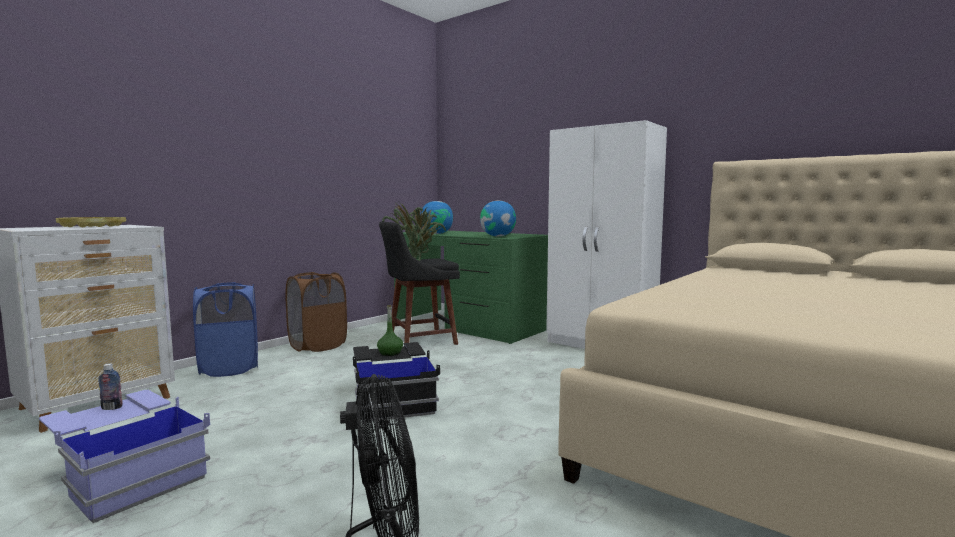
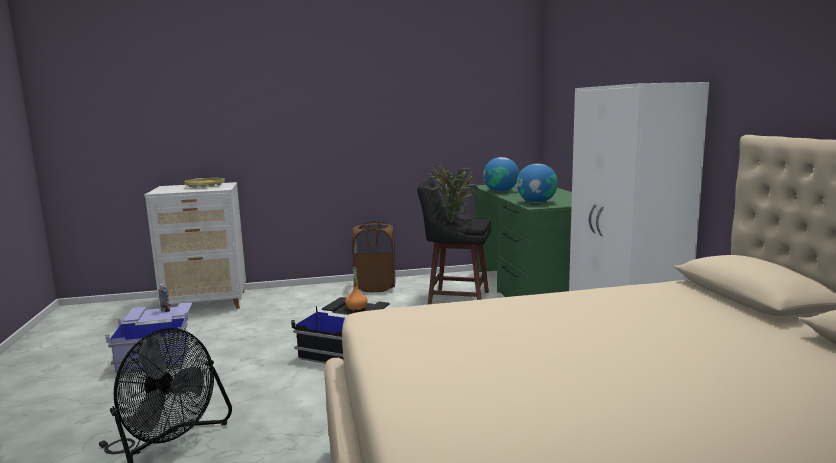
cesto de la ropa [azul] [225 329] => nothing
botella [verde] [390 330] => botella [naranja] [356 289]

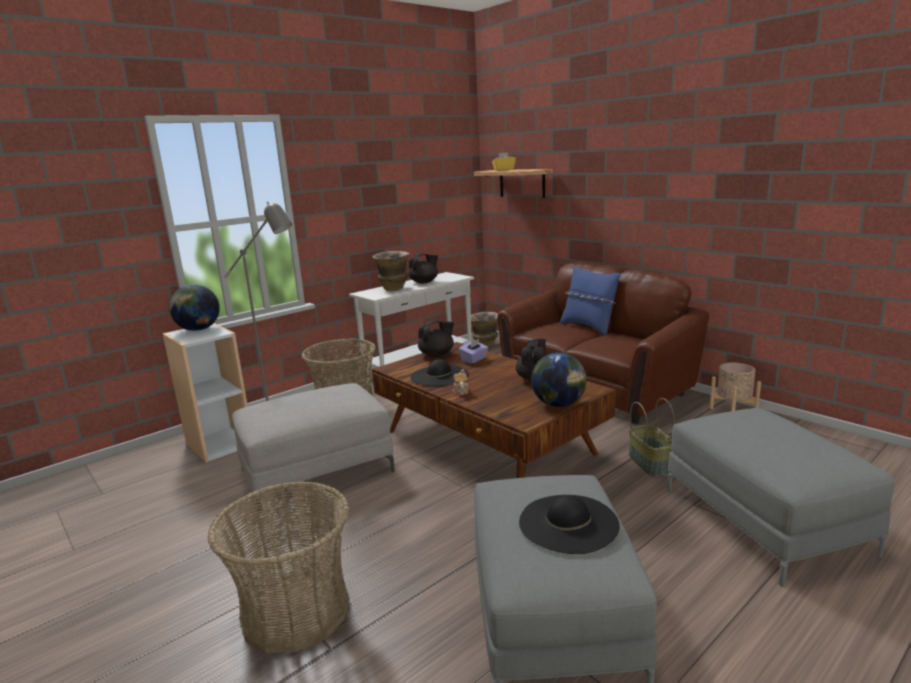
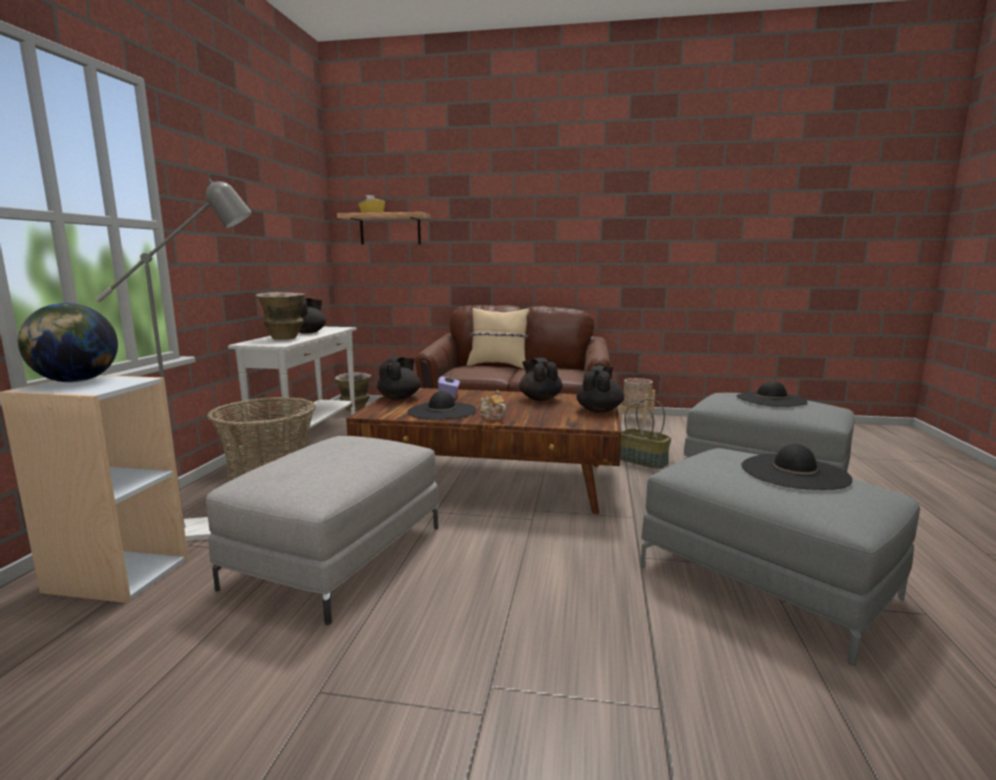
cesta [278 567] => nothing
nothing => sombrero [negro] [772 394]
globo terráqueo [559 379] => tetera [negro] [600 389]
cojín [azul] [590 301] => cojín [beis] [498 338]

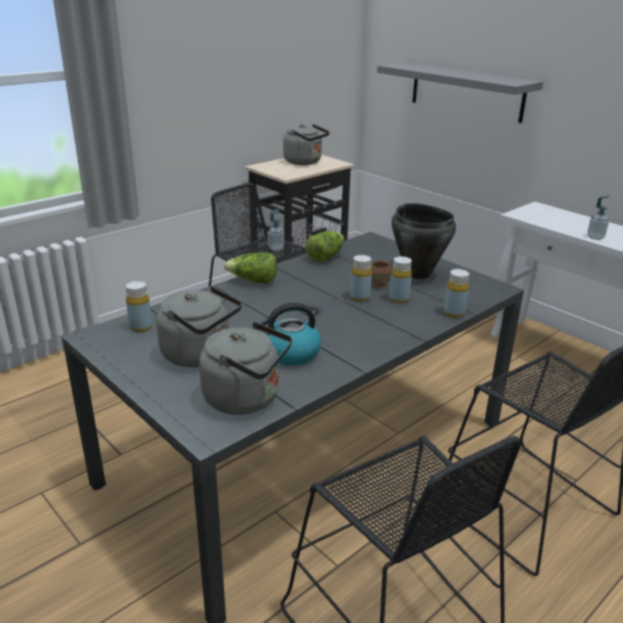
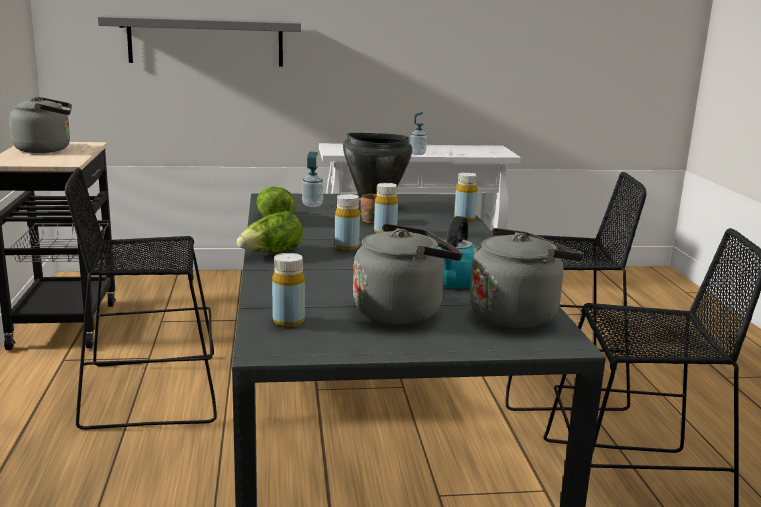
dispensador de jabón [276 230] => dispensador de jabón [312 179], moved
botella [amarillo] [400 279] => botella [amarillo] [347 222], moved

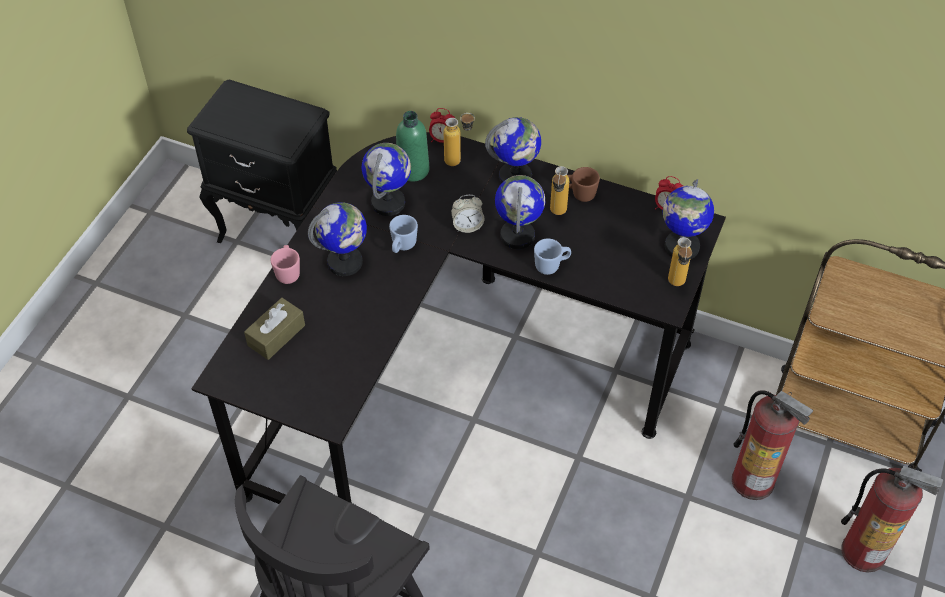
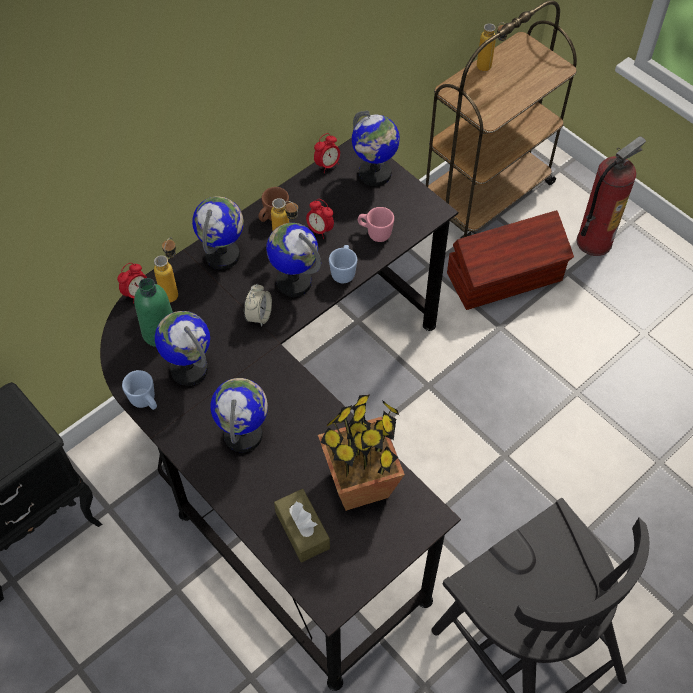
nothing => despertador [320 219]
nothing => planta en maceta [361 452]
taza grande [rosa] [285 264] => taza grande [rosa] [376 224], moved
taza grande [azul] [403 234] => taza grande [azul] [139 390], moved
botella [680 261] => botella [492 46], moved
extintor [772 445] => caja de almacenaje [marrón] [510 260]

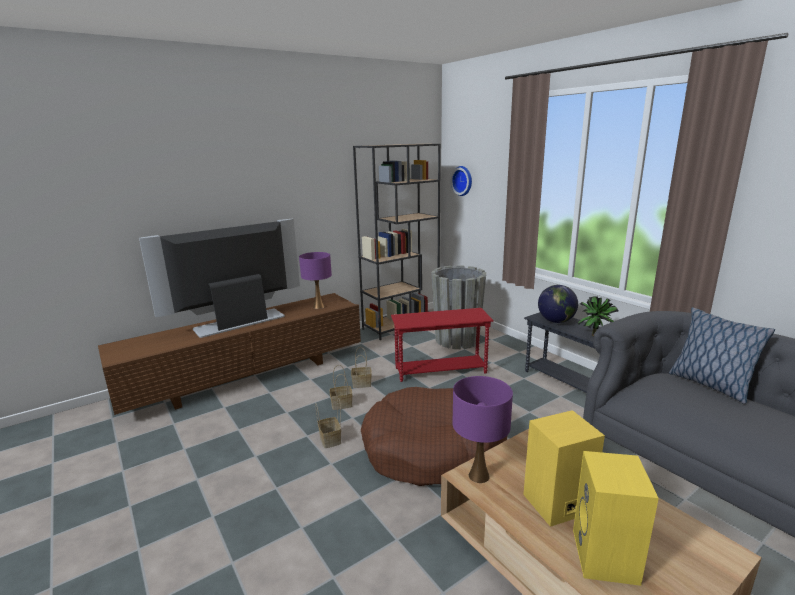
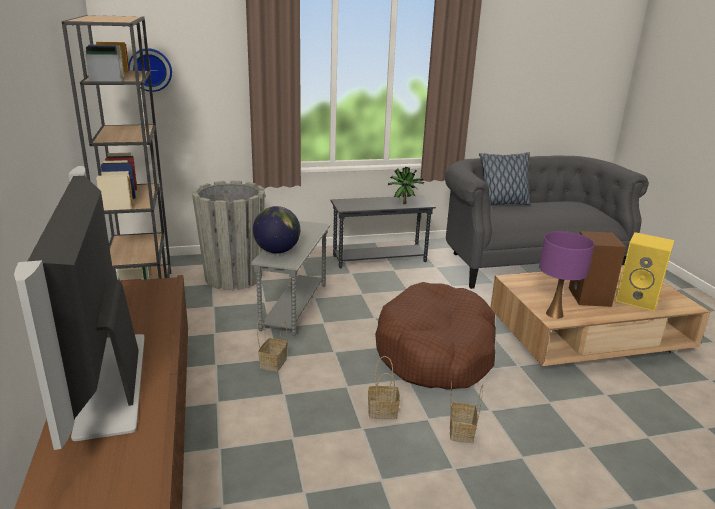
lámpara de mesa [morado] [315 280] => nothing
cesta [341 387] => cesta [466 412], moved
globo terráqueo [558 304] => globo terráqueo [276 230], moved
mesa auxiliar [rojo] [442 345] => mesa auxiliar [gris] [290 278]
altavoz [amarillo] [564 468] => altavoz [marrón] [597 269]

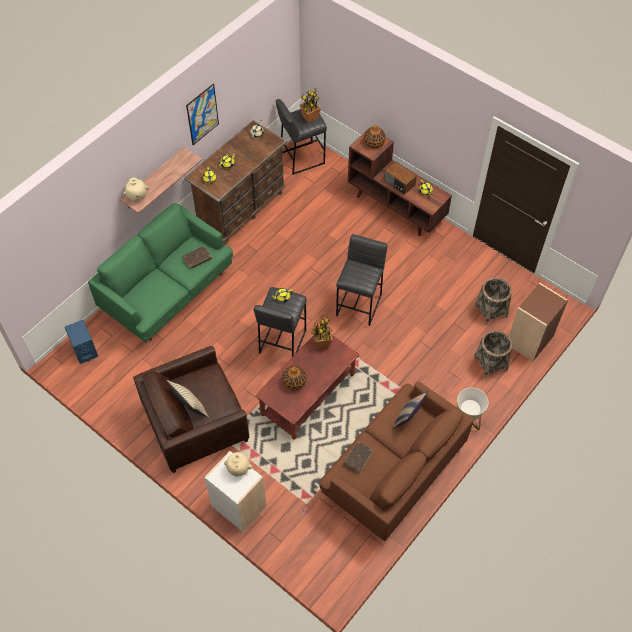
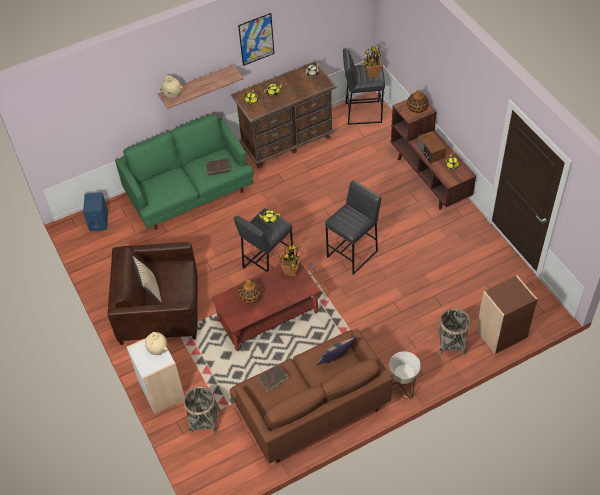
cesta [493 301] => cesta [201 410], moved

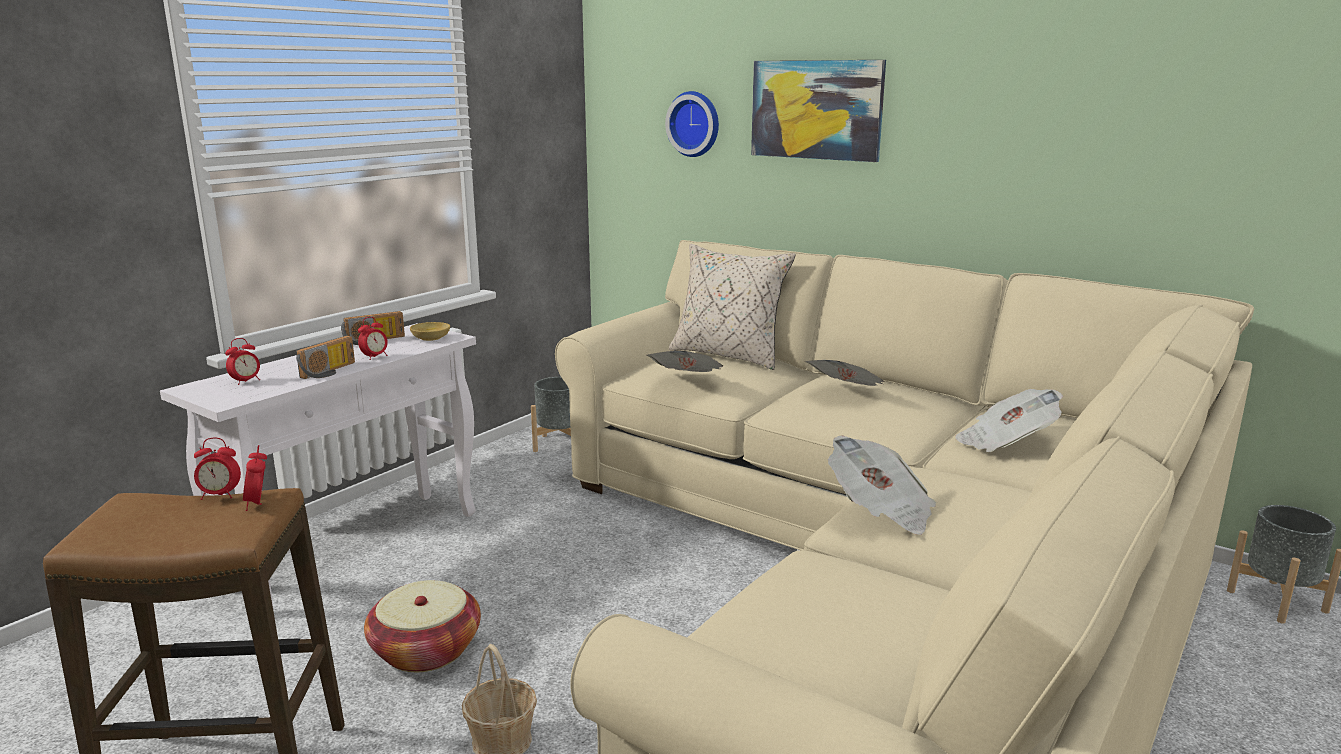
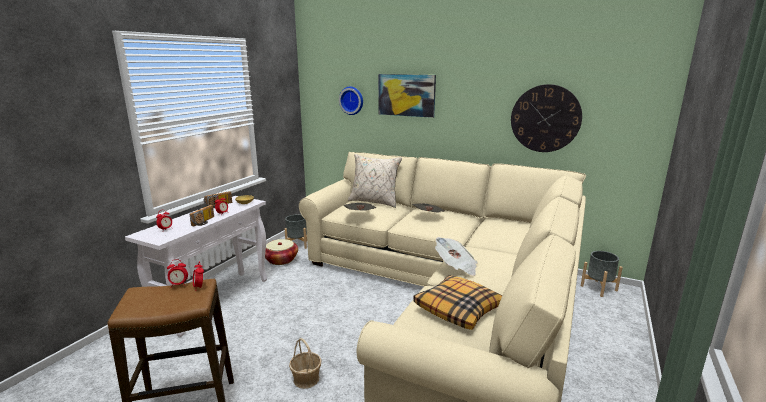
periódico [1009 420] => nothing
nothing => cojín [457 302]
nothing => reloj de pared [546 118]
cesta [422 626] => cesta [281 252], moved

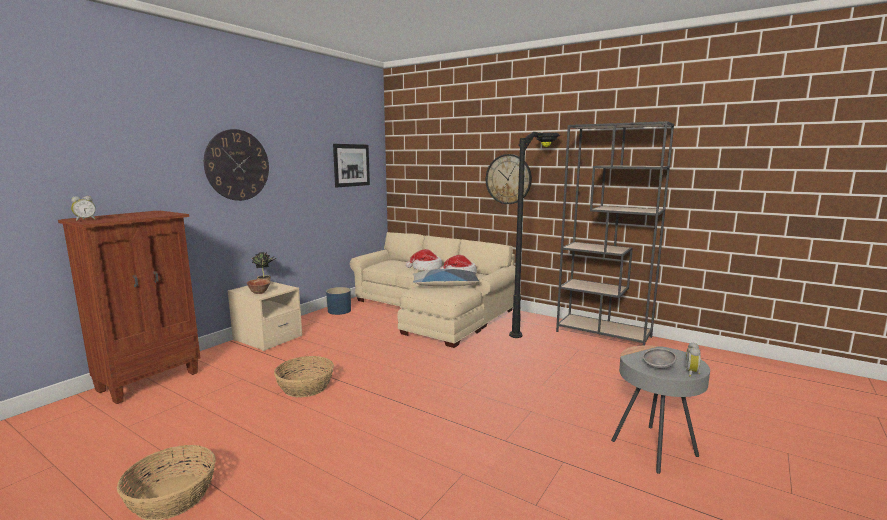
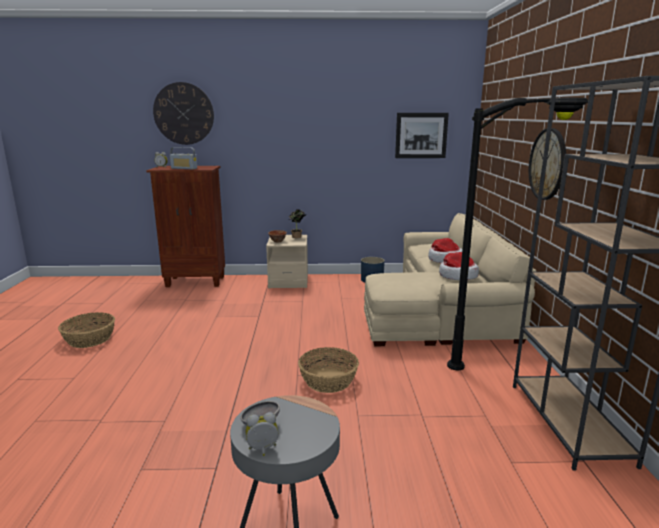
cojín [446 277] => nothing
nothing => radio [183 158]
reloj de pared [236 165] => reloj de pared [183 113], moved
cesta [304 377] => cesta [328 370], moved

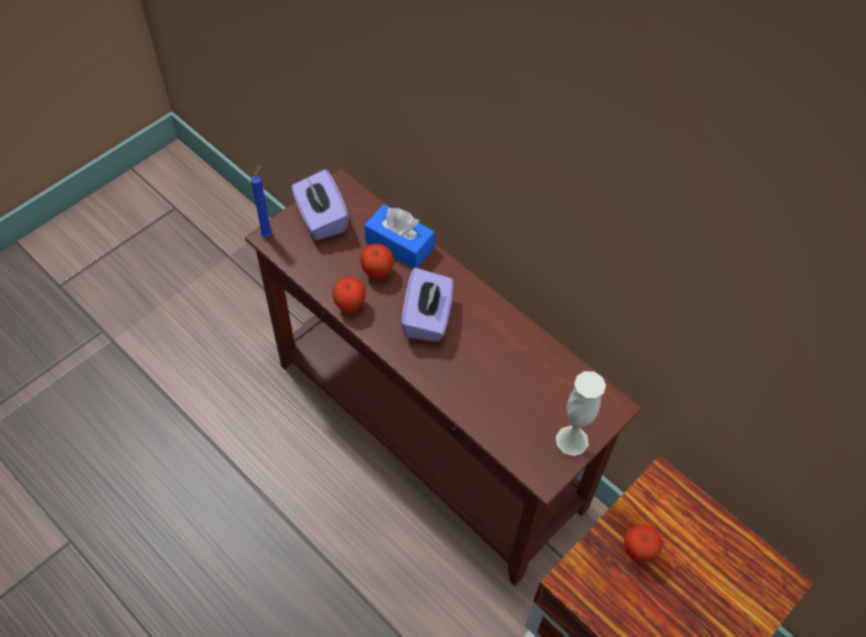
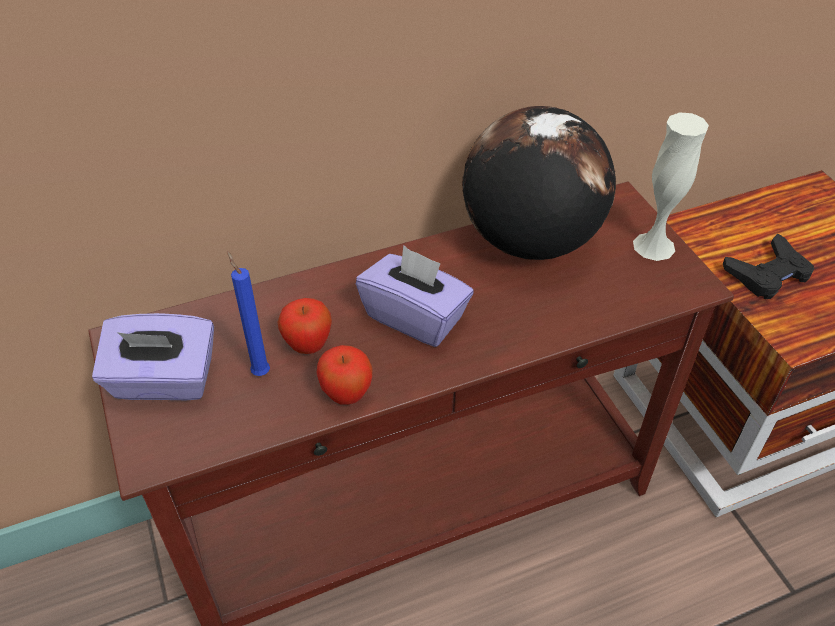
caja de pañuelos [azul] [399 236] => nothing
nothing => globo terráqueo [539 183]
vela [azul] [261 201] => vela [azul] [248 313], moved
manzana [643 543] => mando de consola [negro] [768 266]

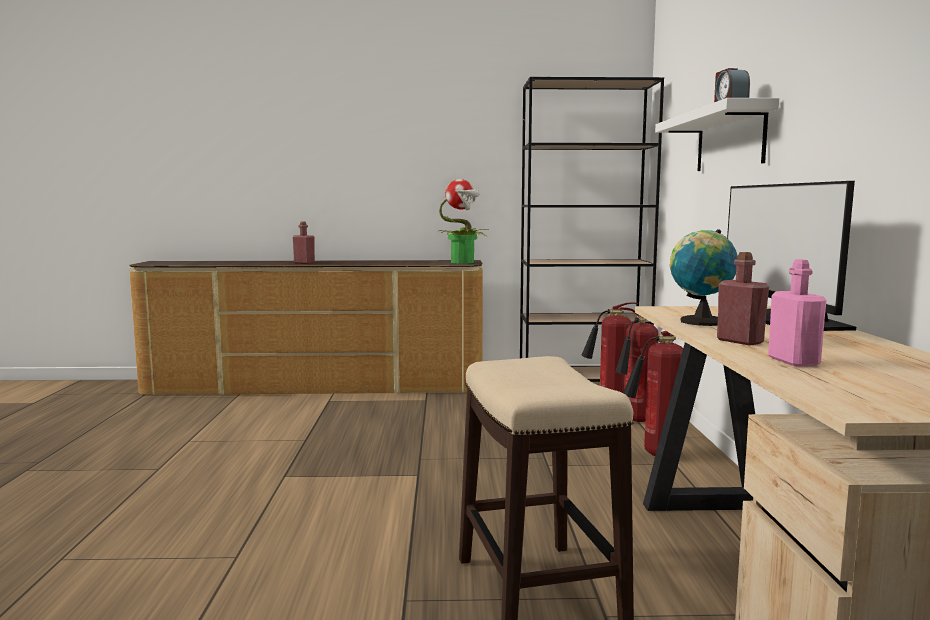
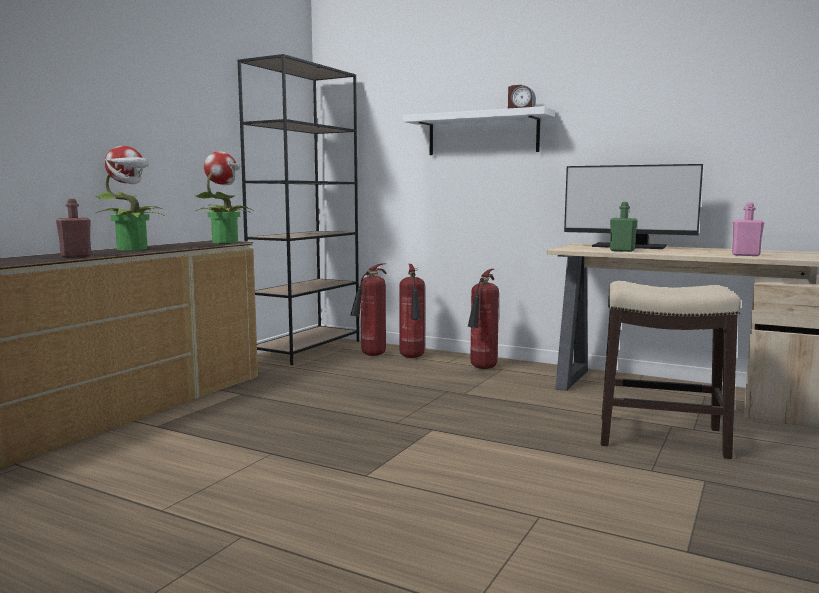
botella [rojo] [743 298] => nothing
nothing => planta en maceta [130 198]
globo terráqueo [704 277] => botella [verde] [624 227]

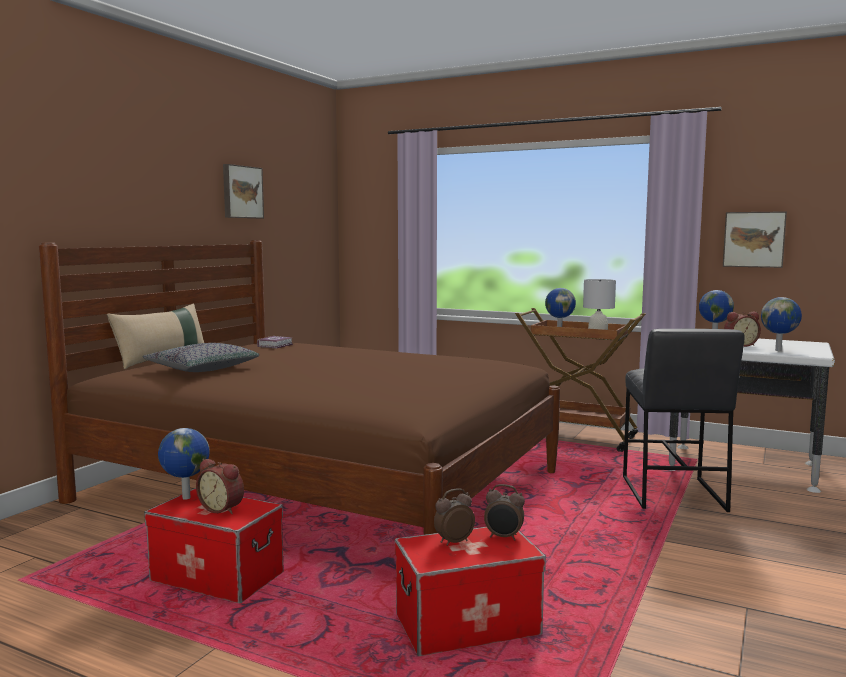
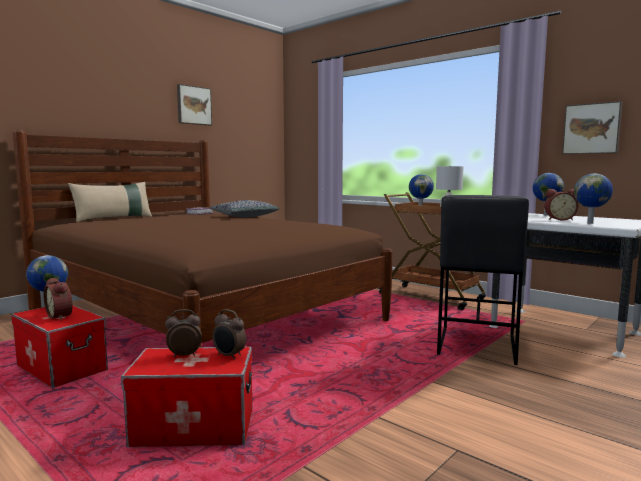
cojín [gris] [201 357] => cojín [gris] [244 208], moved

